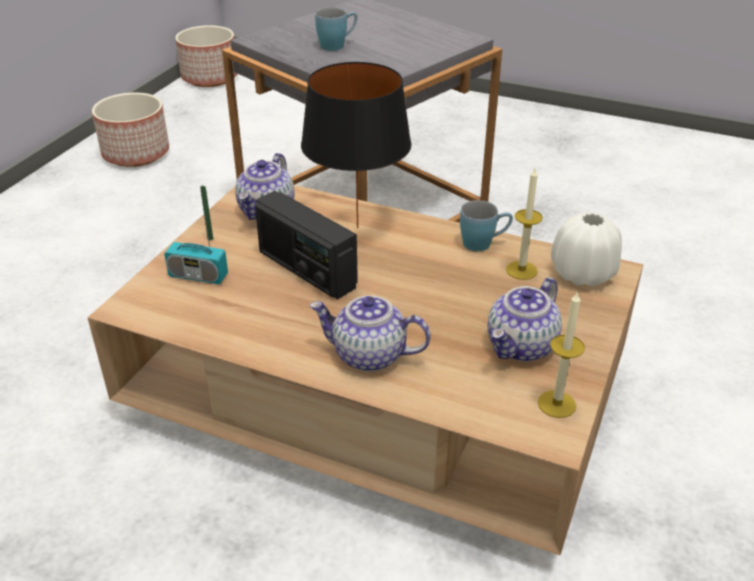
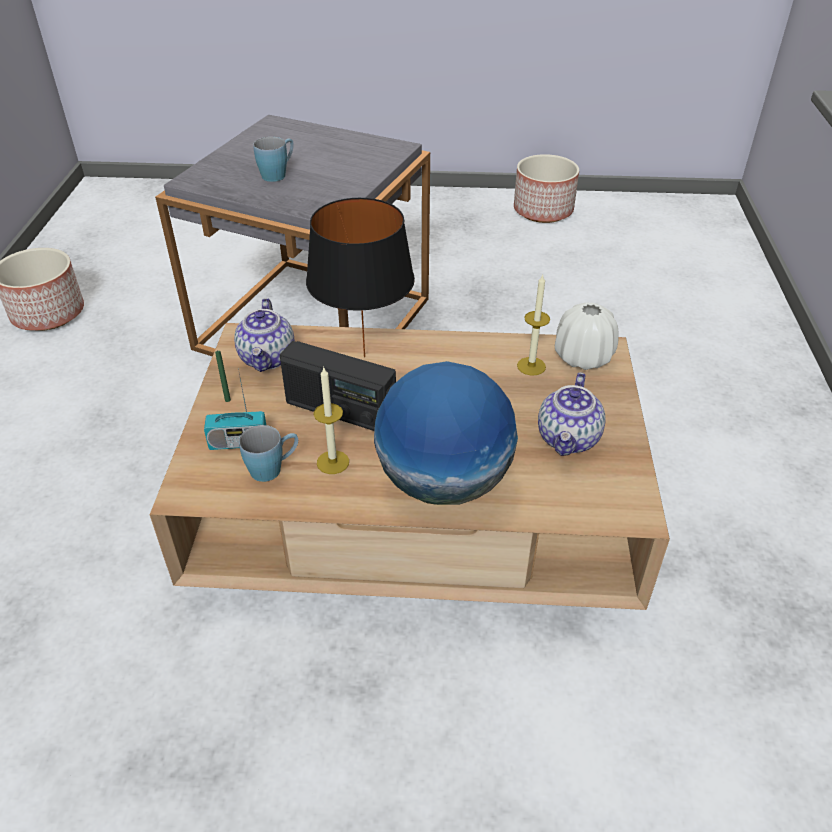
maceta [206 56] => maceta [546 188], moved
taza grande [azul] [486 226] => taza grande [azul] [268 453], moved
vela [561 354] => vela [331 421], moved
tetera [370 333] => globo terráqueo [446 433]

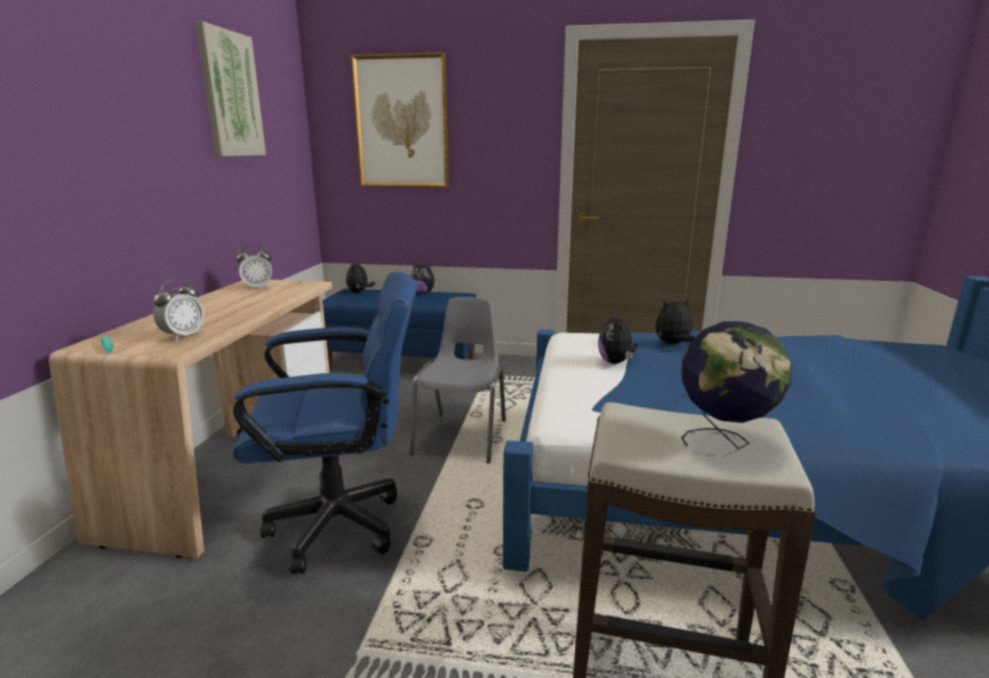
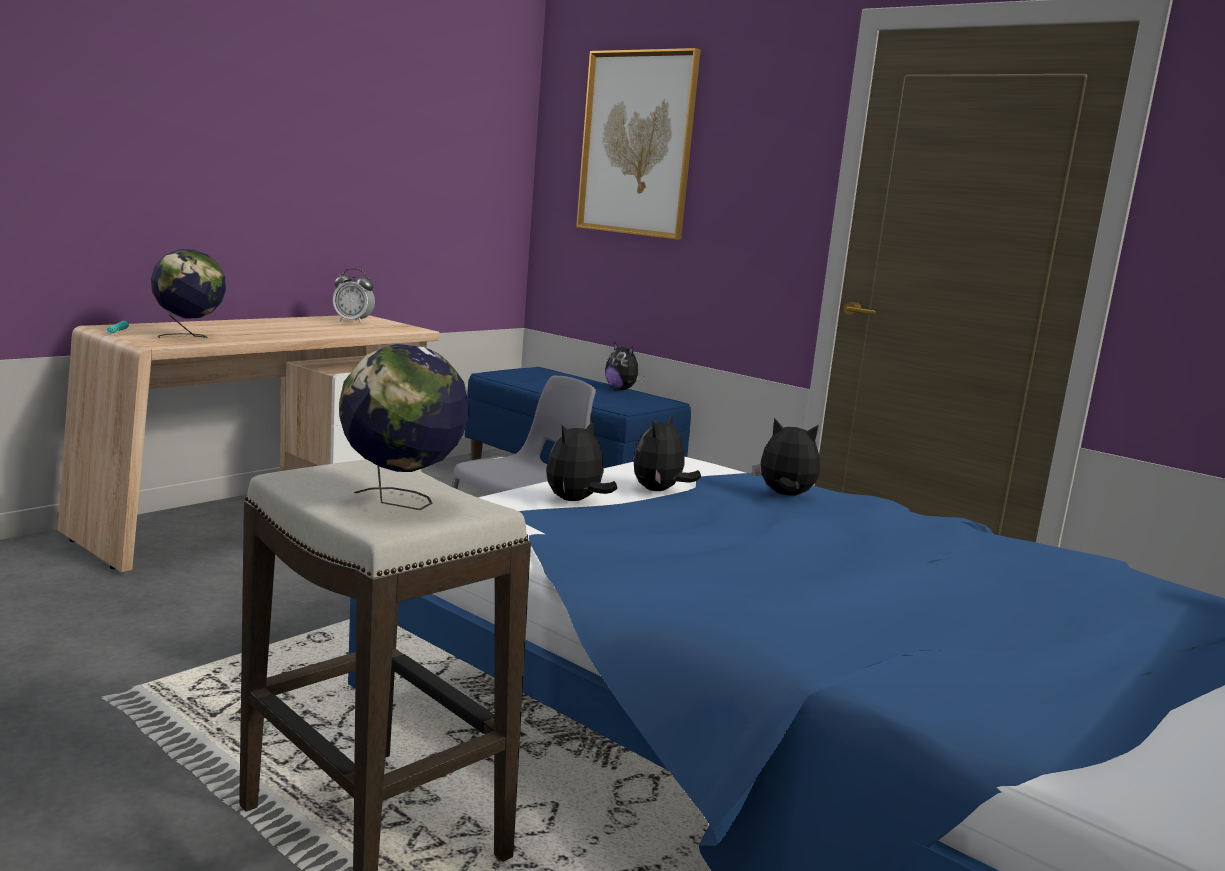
cuadro [230 88] => nothing
silla de oficina [azul] [325 422] => nothing
peluche [360 277] => peluche [581 460], moved
despertador [178 310] => globo terráqueo [188 293]

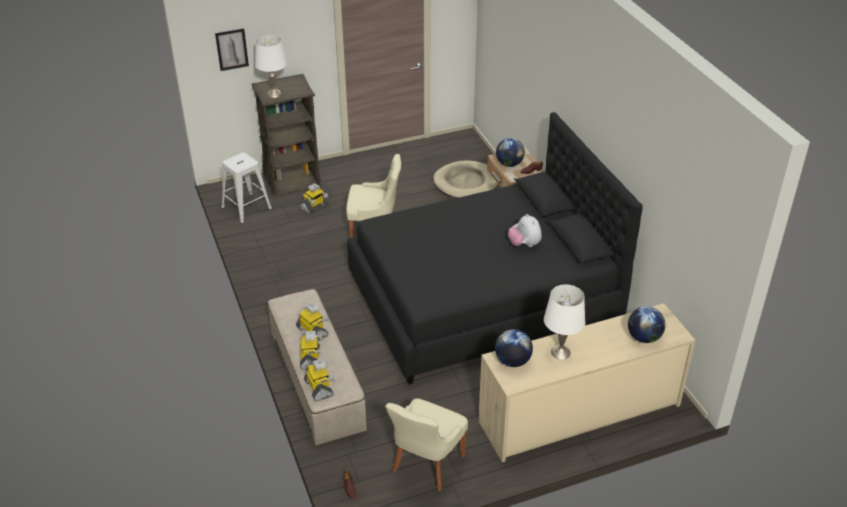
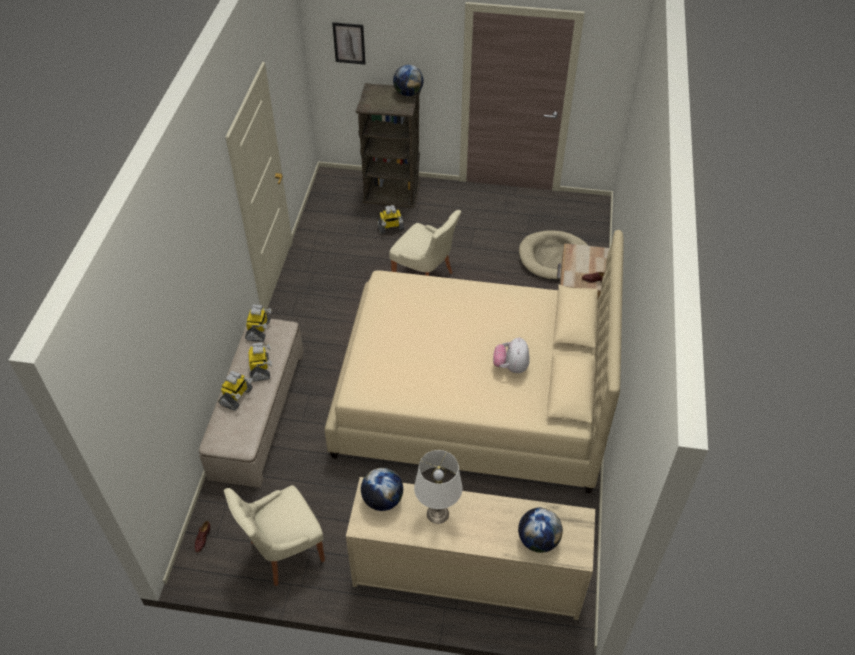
taburete [blanco] [246 188] => nothing
lámpara de mesa [blanco] [271 66] => nothing
robot de juguete [320 379] => robot de juguete [258 323], moved
globo terráqueo [510 152] => globo terráqueo [408 80], moved
cama [negro] [495 248] => cama [beis] [474 361]

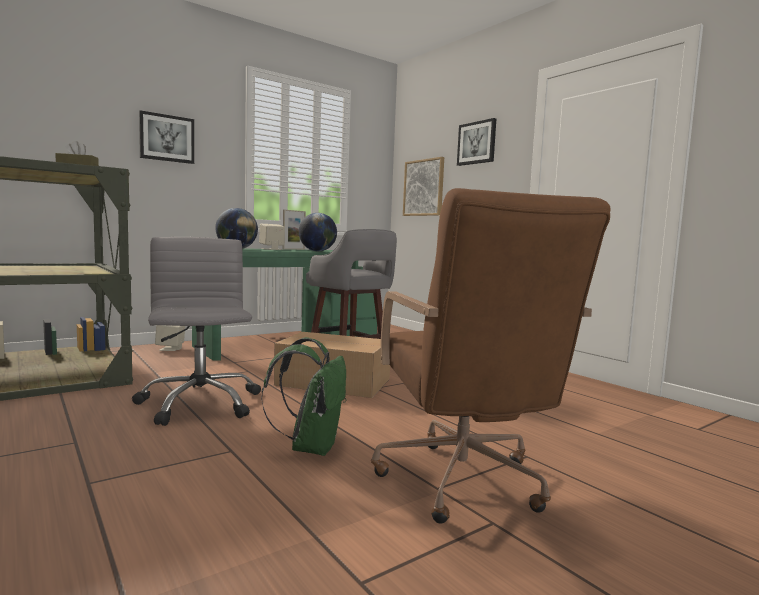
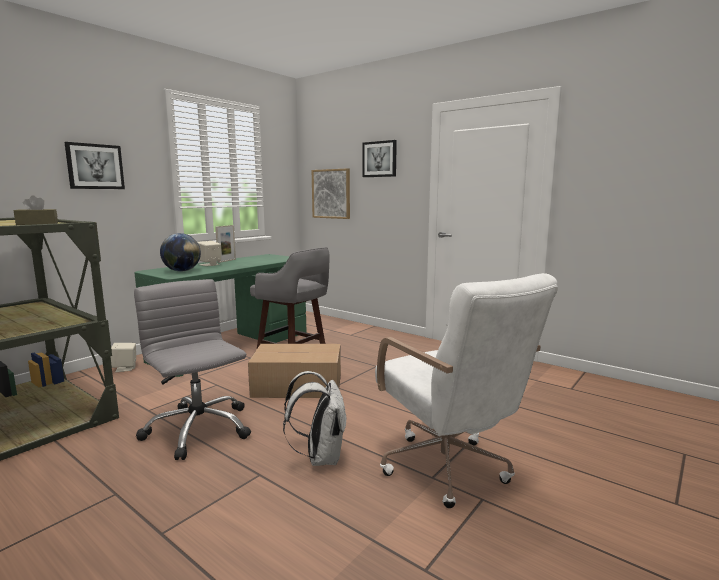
globo terráqueo [318 232] => nothing
mochila [verde] [304 396] => mochila [blanco] [315 418]
silla de oficina [marrón] [491 355] => silla de oficina [blanco] [466 390]

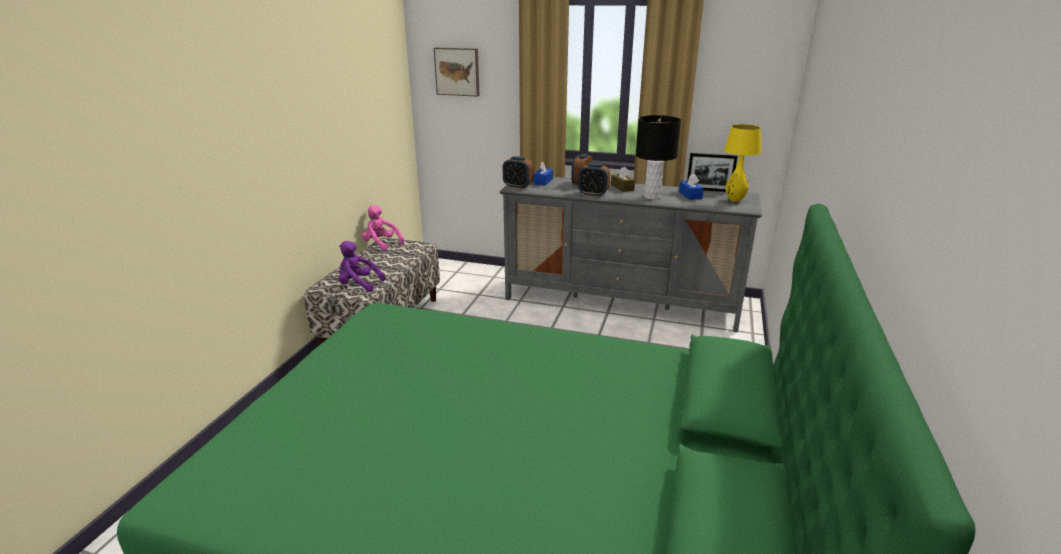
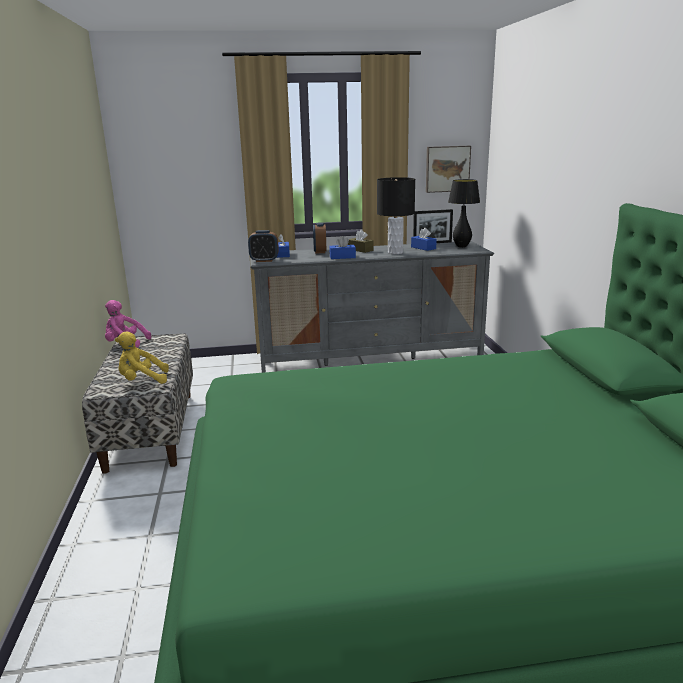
cuadro [457 72] => cuadro [448 169], moved
despertador [594 180] => caja de pañuelos [azul] [342 247]
peluche [morado] [361 266] => peluche [amarillo] [142 357]
lámpara de mesa [amarillo] [743 163] => lámpara de mesa [negro] [464 213]

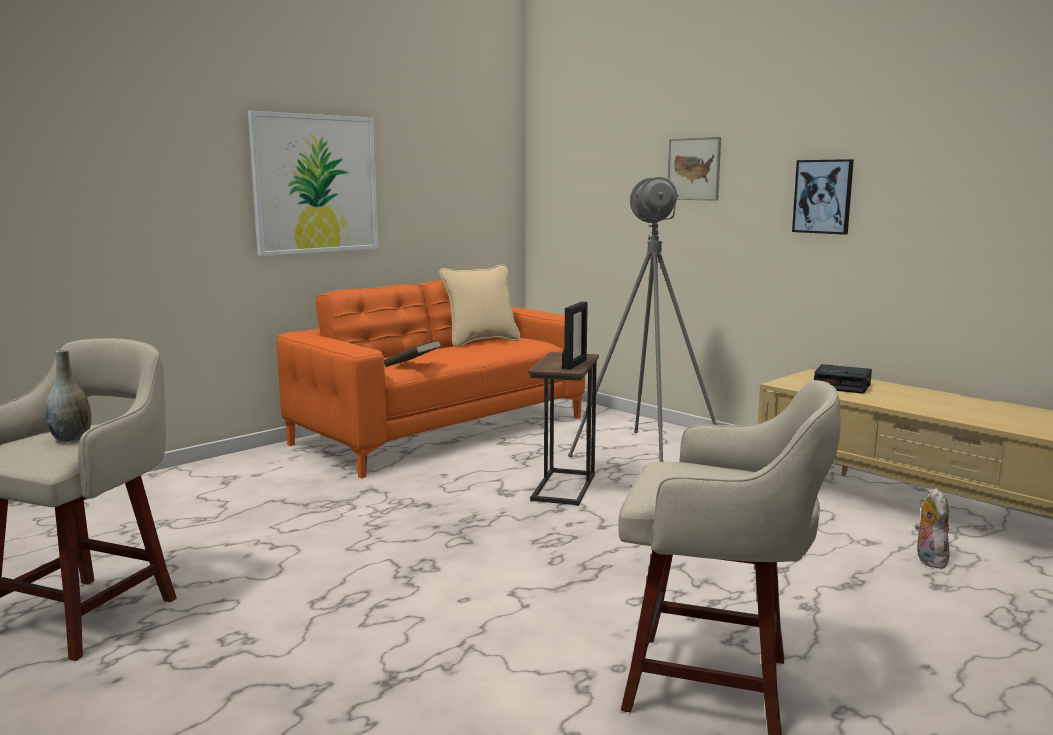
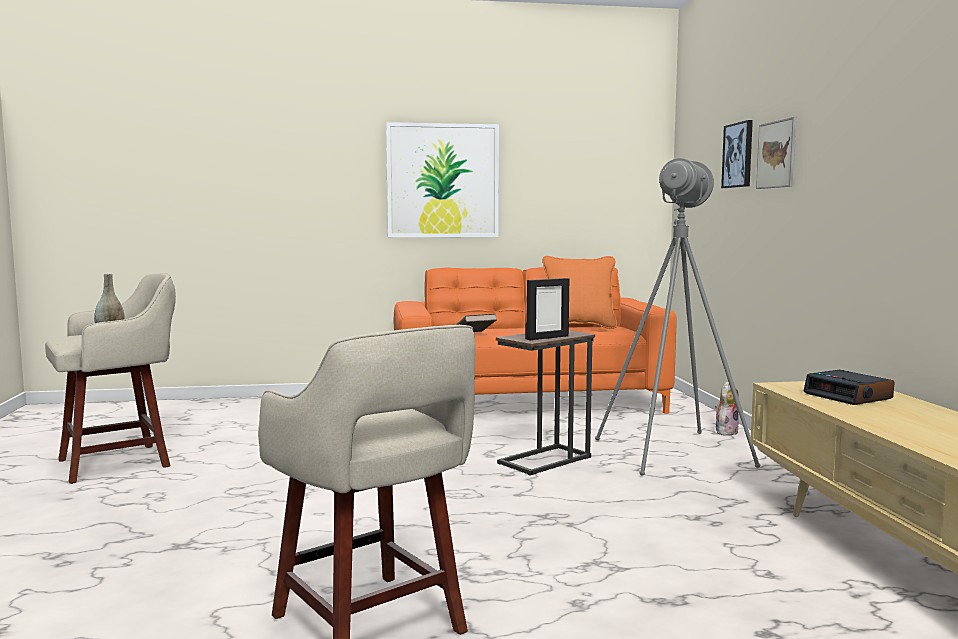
cuadro [823 197] => cuadro [737 154], moved
peluche [932 528] => peluche [727 409], moved
cojín [beis] [480 306] => cojín [naranja] [579 292]

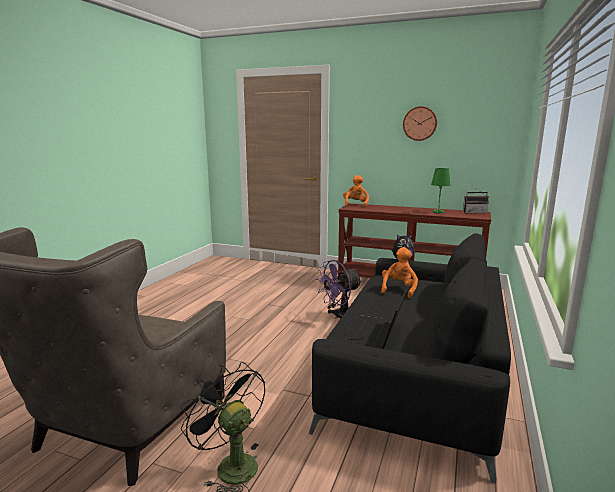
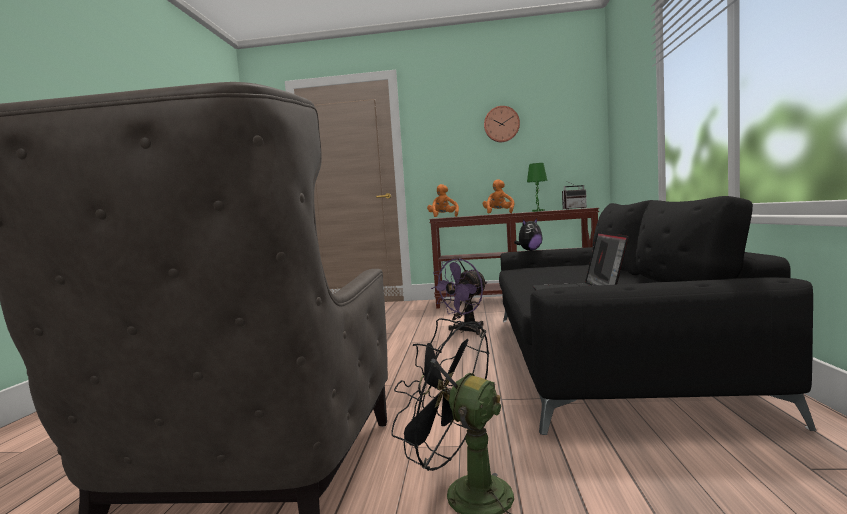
peluche [naranja] [399 272] => peluche [naranja] [498 196], moved

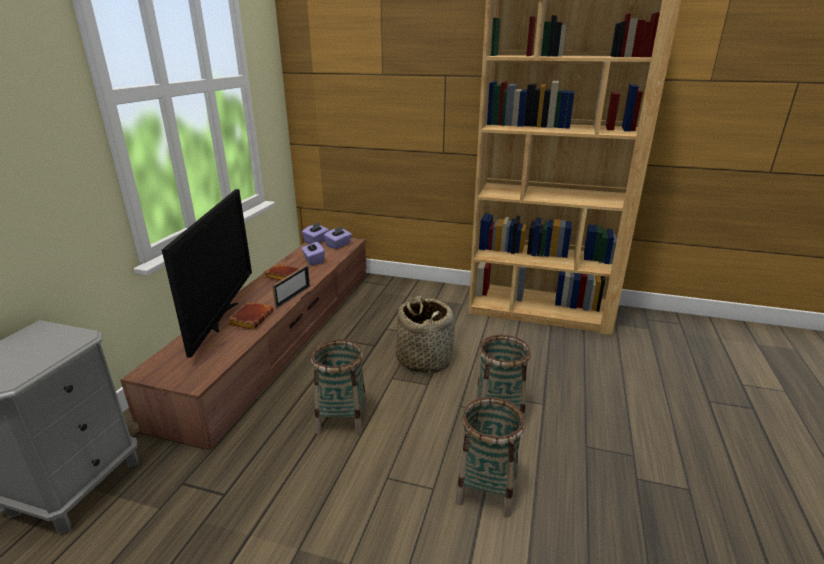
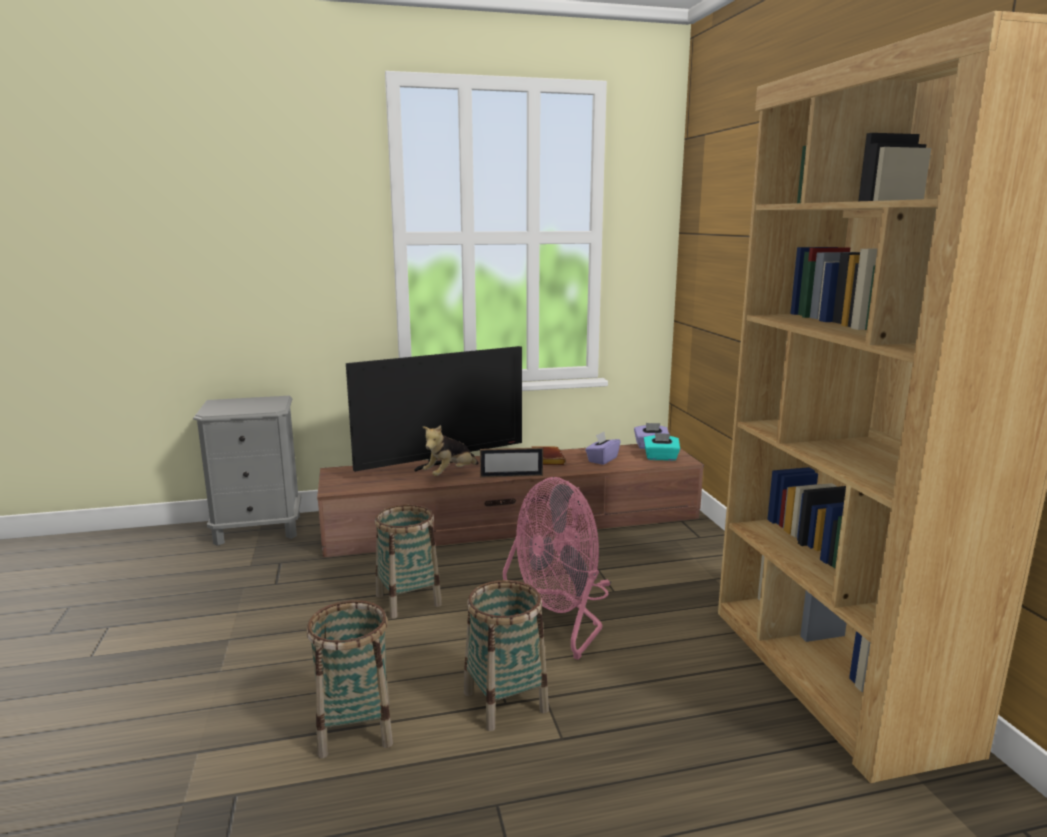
libro [marrón] [251 316] => peluche [451 450]
cesta [425 335] => ventilador [rosa] [557 568]
caja de pañuelos [morado] [338 237] => caja de pañuelos [turquesa] [662 447]

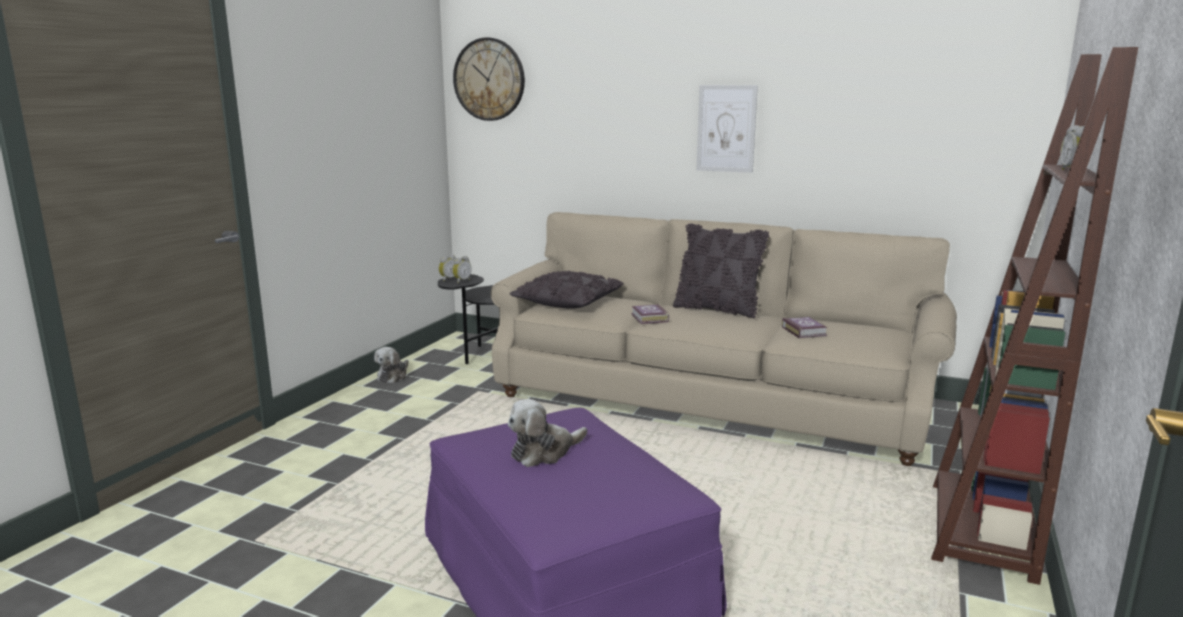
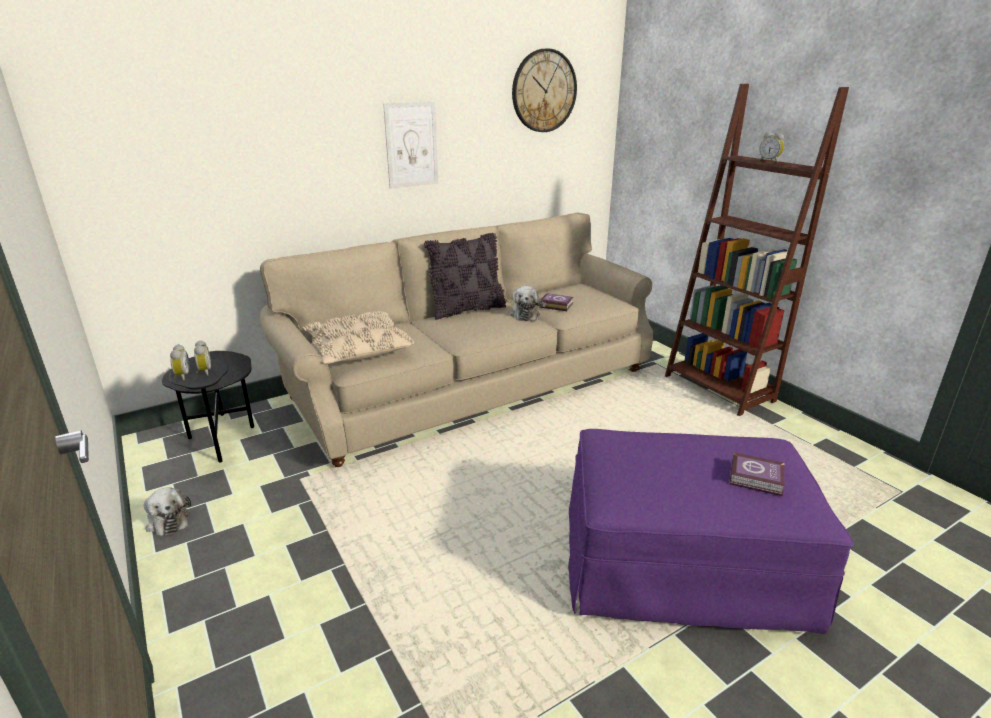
reloj de pared [489 79] => reloj de pared [544 90], moved
peluche [547 433] => peluche [526 303], moved
libro [650 314] => libro [757 474], moved
cojín [negro] [566 290] => cojín [beis] [358 337]

